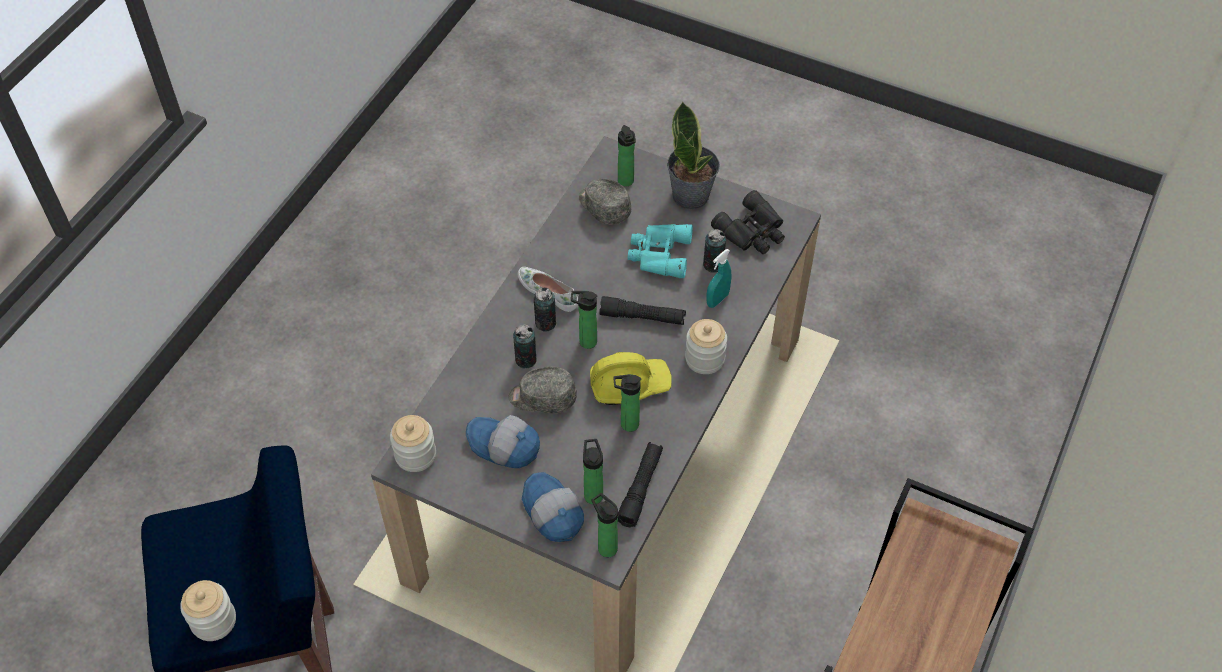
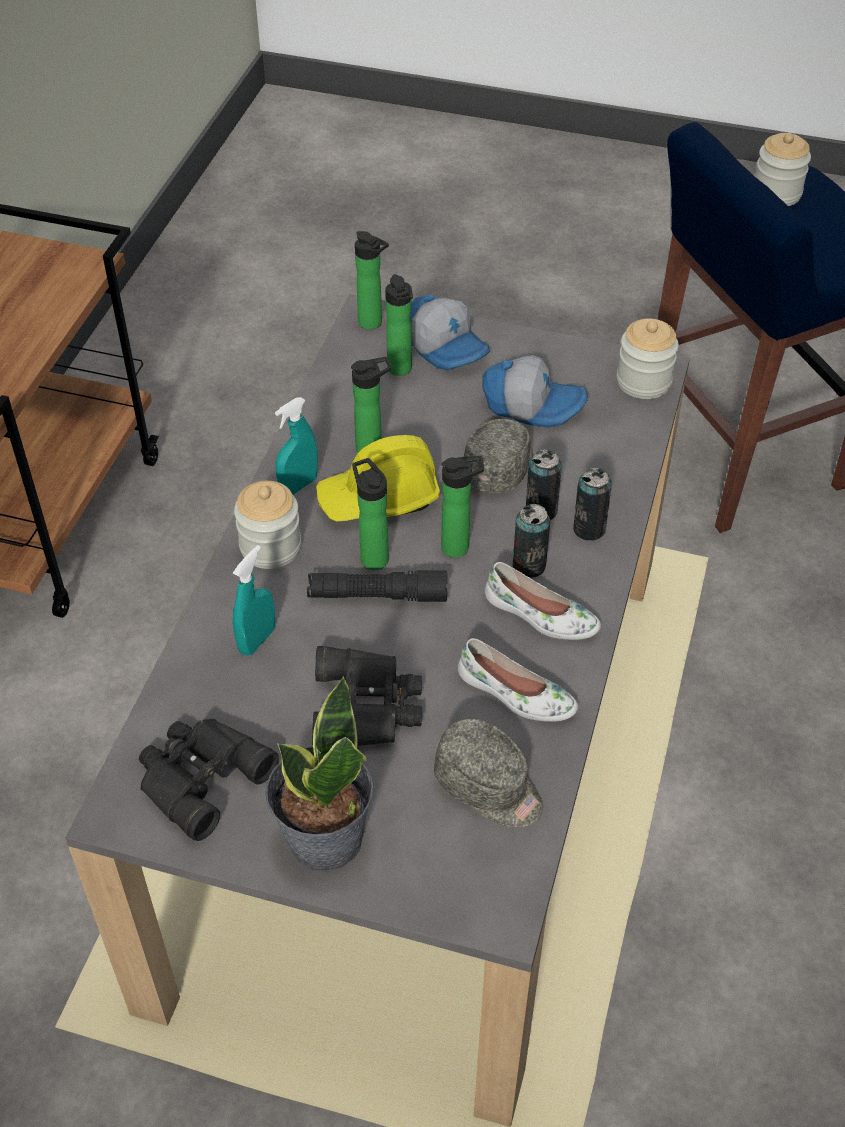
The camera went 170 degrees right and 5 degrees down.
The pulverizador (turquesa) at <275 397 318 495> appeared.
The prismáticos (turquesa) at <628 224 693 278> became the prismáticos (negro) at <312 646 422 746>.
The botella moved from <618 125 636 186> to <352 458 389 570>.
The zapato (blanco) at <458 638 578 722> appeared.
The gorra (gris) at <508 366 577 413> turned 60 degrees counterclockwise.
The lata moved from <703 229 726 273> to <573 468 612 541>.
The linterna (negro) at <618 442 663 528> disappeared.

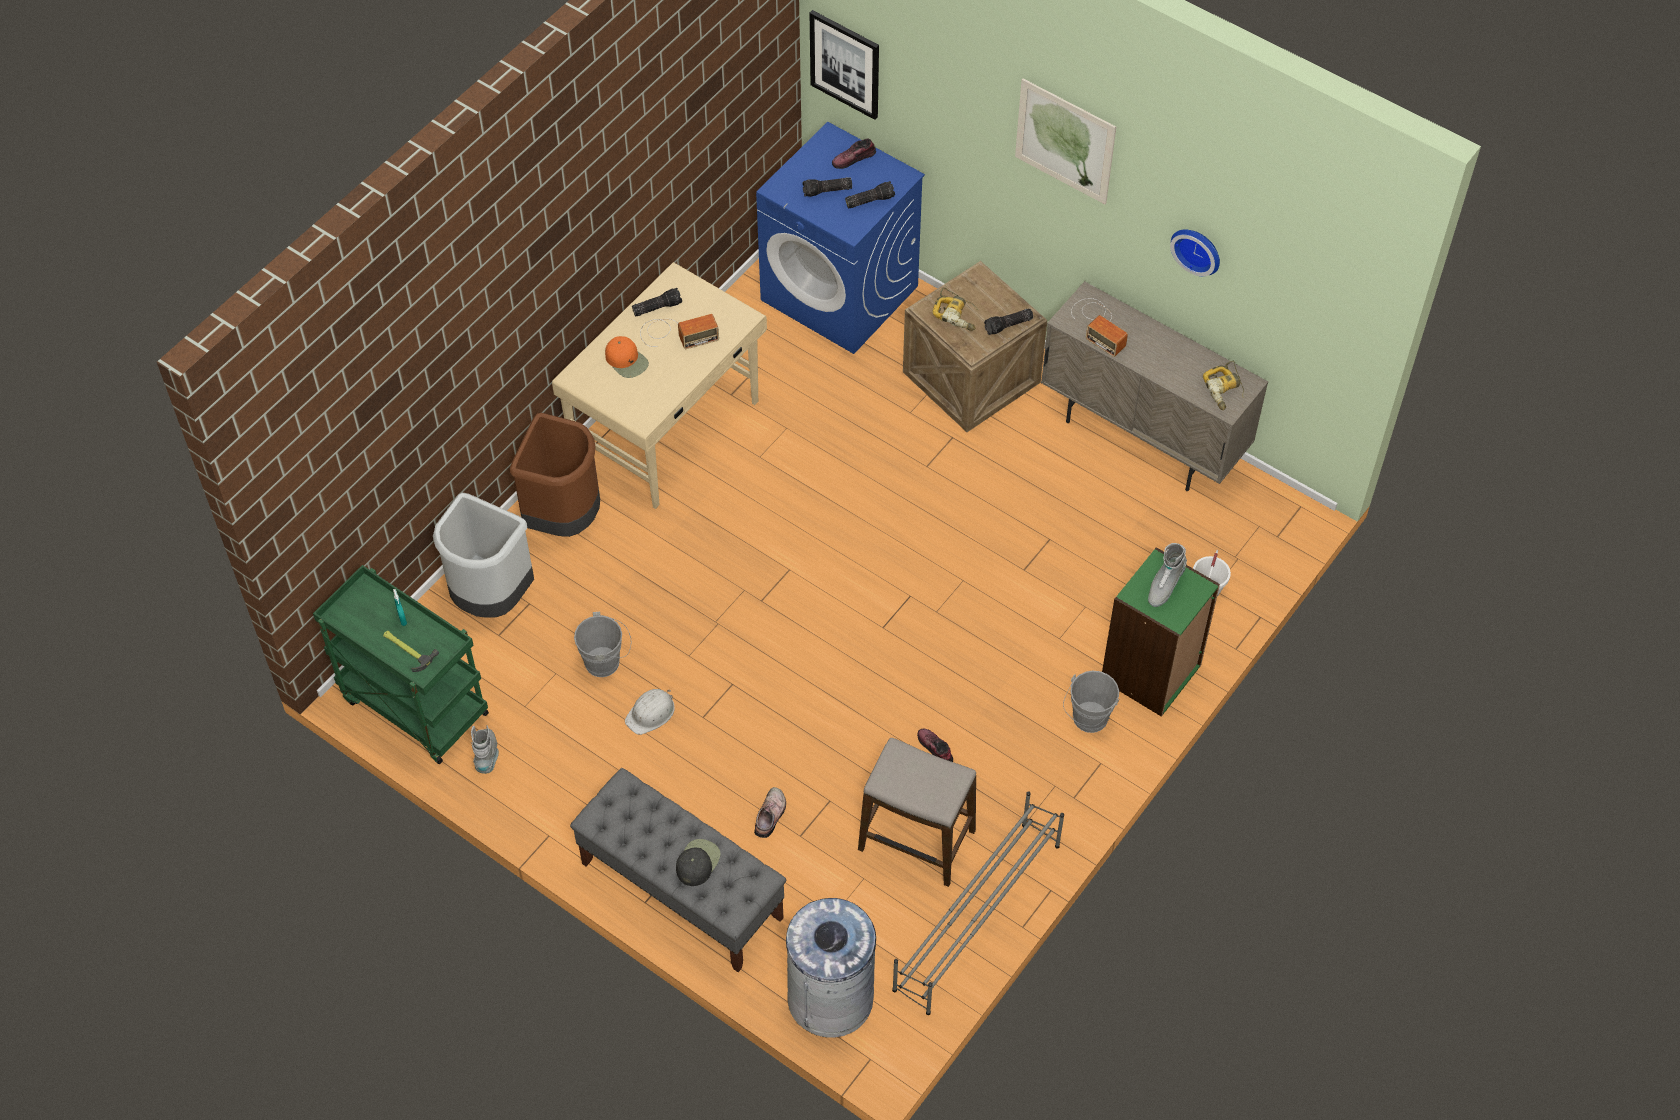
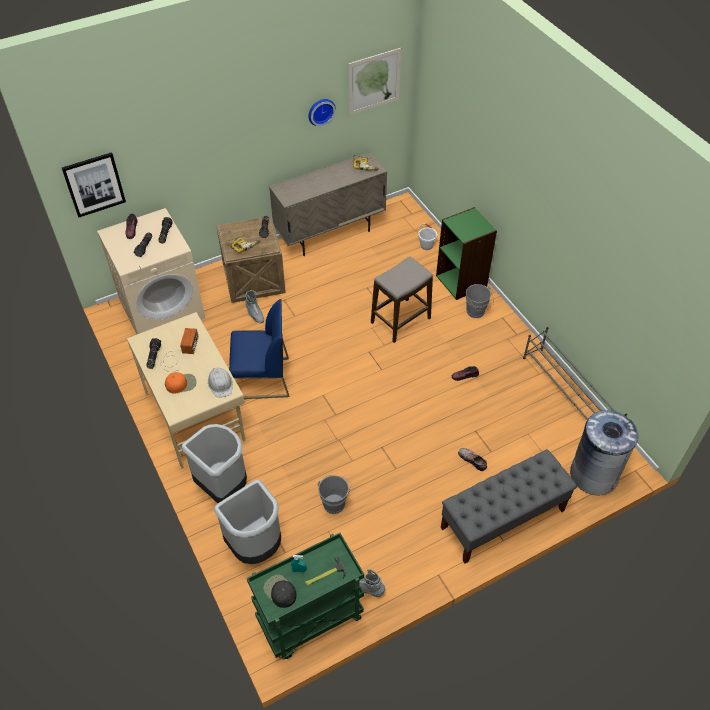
The camera went 65 degrees left and 5 degrees down.
The lavadora (azul) at <756 122 925 354> became the lavadora (beis) at <97 208 205 334>.
The papelera (marrón) at <510 413 600 537> became the papelera (gris) at <182 424 247 503>.
The casco (blanco) moved from <625 689 675 735> to <208 368 233 398>.
The silla (azul) at <229 299 289 399> appeared.
The bota (gris) moved from <1148 543 1187 607> to <245 290 264 323>.
The gorra (negro) moved from <676 839 721 886> to <263 575 297 608>.
The cuadro moved from <1015 79 1116 204> to <348 48 401 116>.
The taburete moved from <858 738 976 887> to <371 257 433 343>.
The radio at <1071 298 1128 357> disappeared.

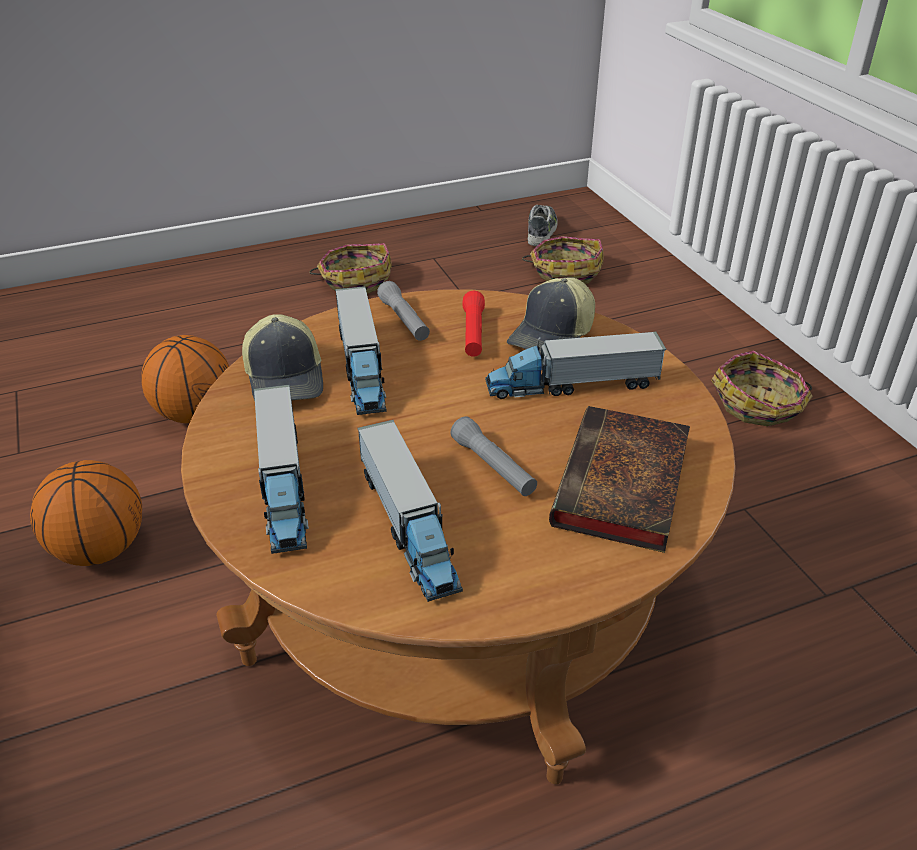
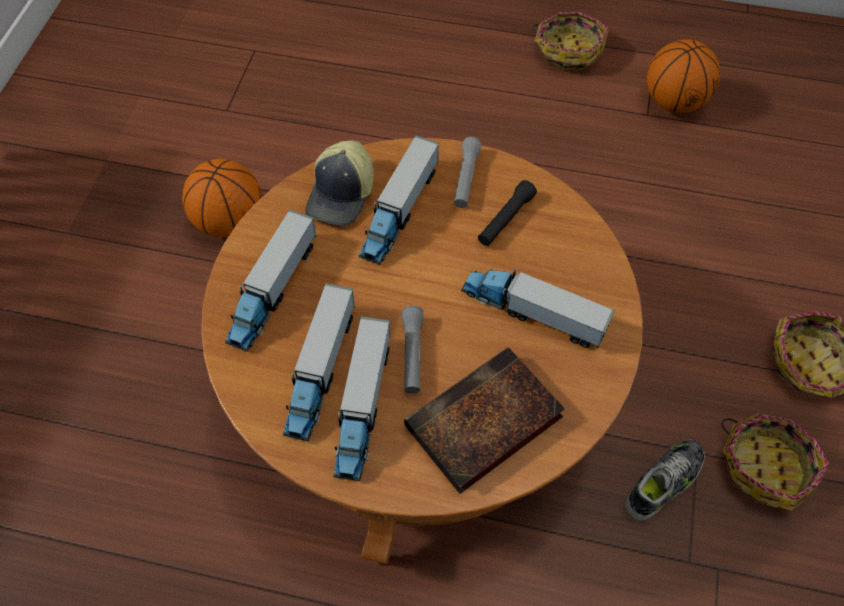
The camera went 35 degrees right and 20 degrees up.
The camión de juguete at <333 316 390 481> appeared.
The linterna (rojo) at <463 291 485 357> became the linterna (negro) at <478 180 537 246>.
The zapato moved from <528 205 557 246> to <625 440 705 521>.
The balón de baloncesto moved from <141 335 229 423> to <647 39 720 113>.
The cesta moved from <522 236 604 284> to <721 413 830 512>.
The gorra at <507 277 595 355> disappeared.

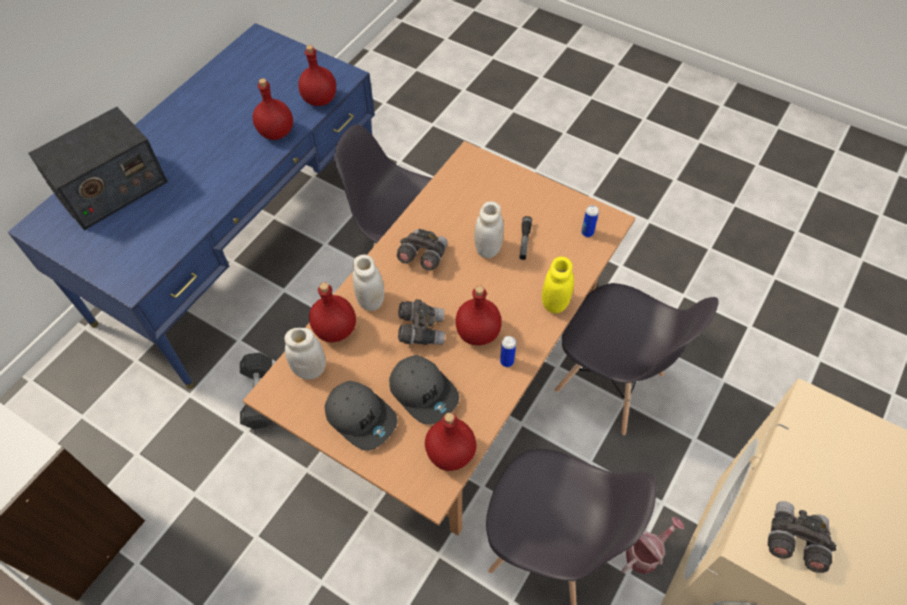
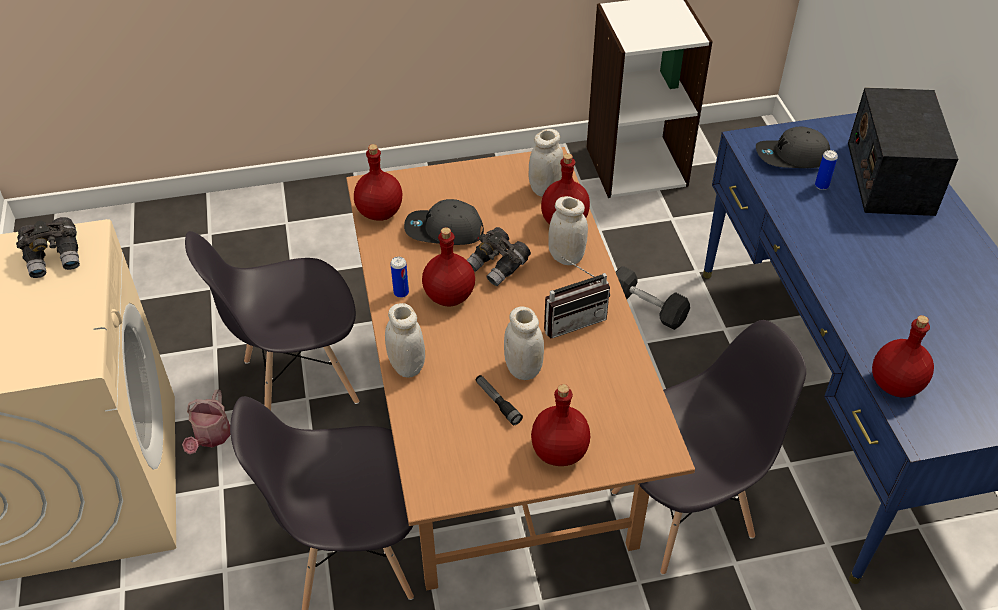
The camera went 135 degrees right and 10 degrees down.
The tarro (amarillo) at <542 257 574 314> became the tarro (blanco) at <385 303 425 378>.
The botella (rojo) moved from <253 78 293 140> to <531 384 590 466>.
The prismáticos (gris) at <397 229 448 271> was replaced by the radio at <544 256 610 339>.
The gorra (gris) moved from <325 381 397 451> to <756 127 830 168>.
The lata moved from <581 205 599 237> to <815 150 838 190>.

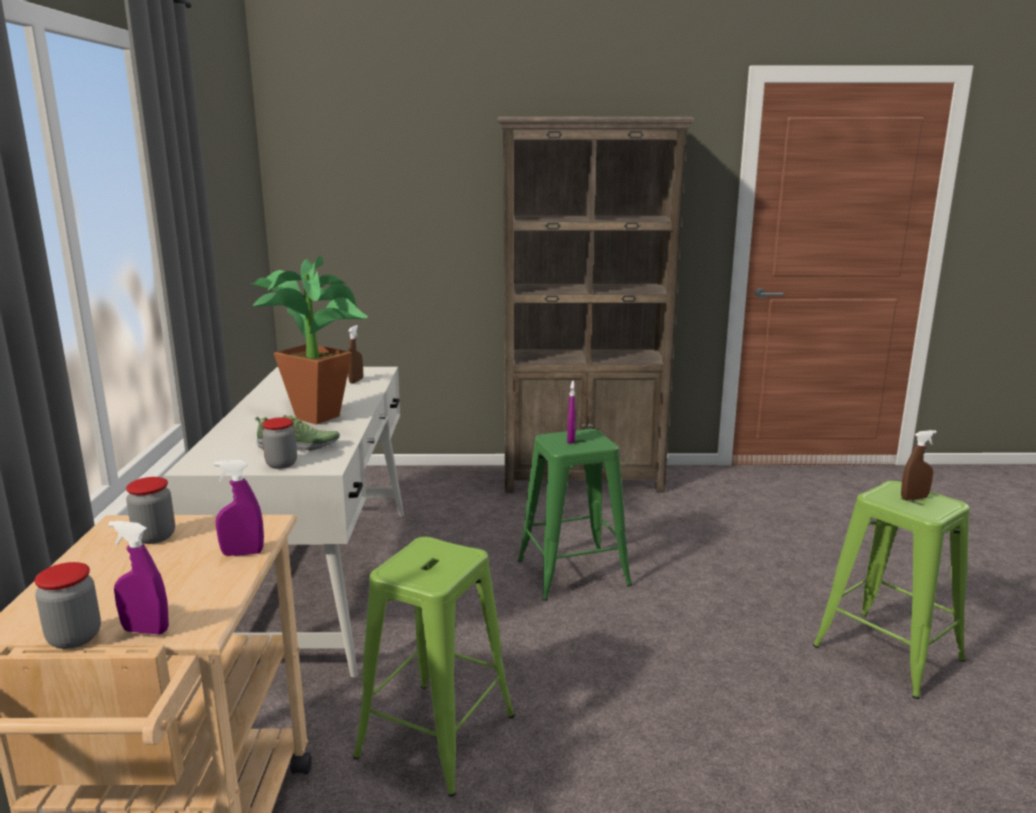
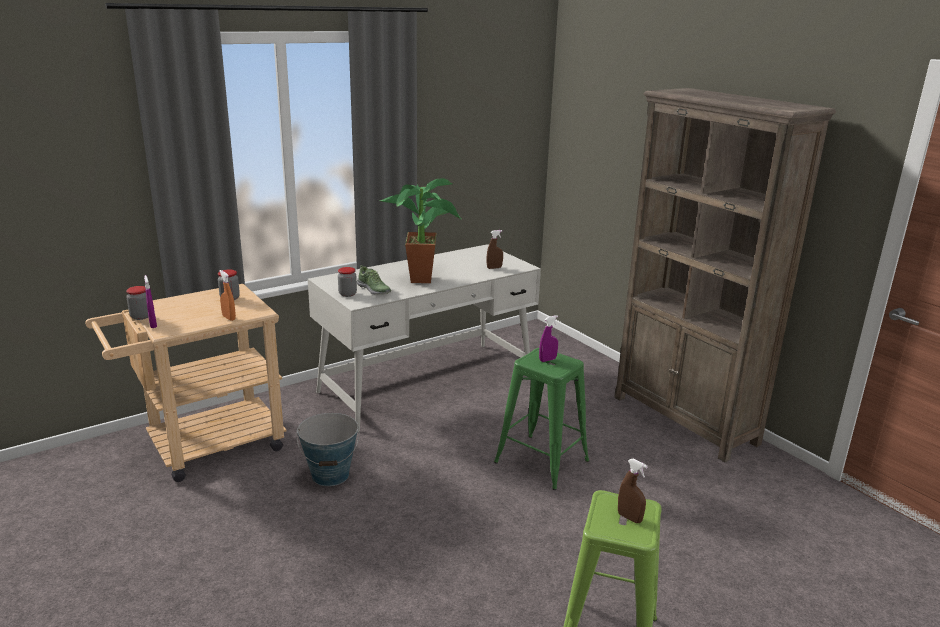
The camera went 55 degrees right and 5 degrees up.
The pulverizador (morado) at <214 460 264 556> became the pulverizador (naranja) at <219 270 236 321>.
The taburete (verde) at <353 537 515 797> was replaced by the cubo at <296 413 359 486>.

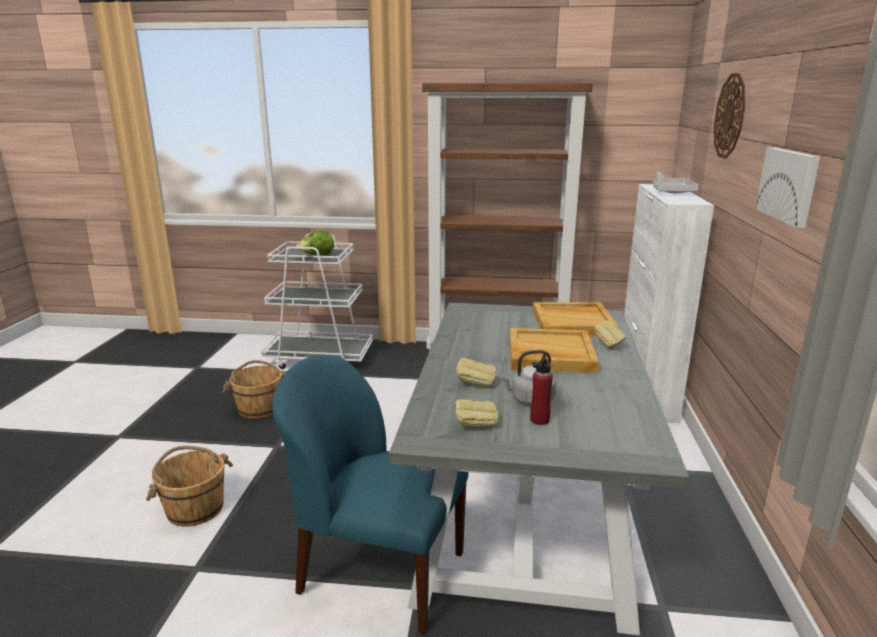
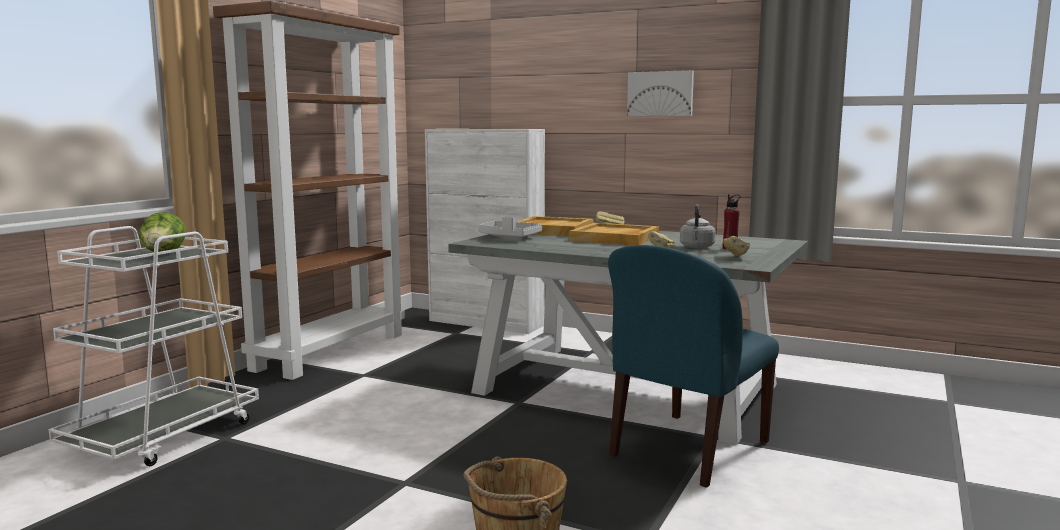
The camera went 70 degrees left and 10 degrees down.
The bandeja (gris) moved from <653 172 699 193> to <478 217 542 238>.
The cubo (marrón) at <223 360 286 419> disappeared.
The reloj de pared at <714 73 745 159> disappeared.

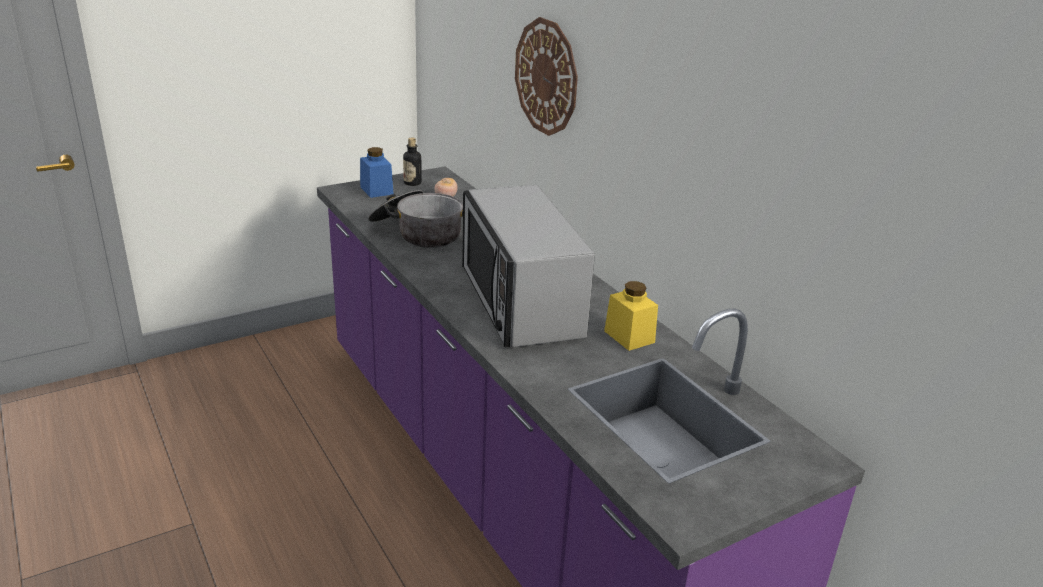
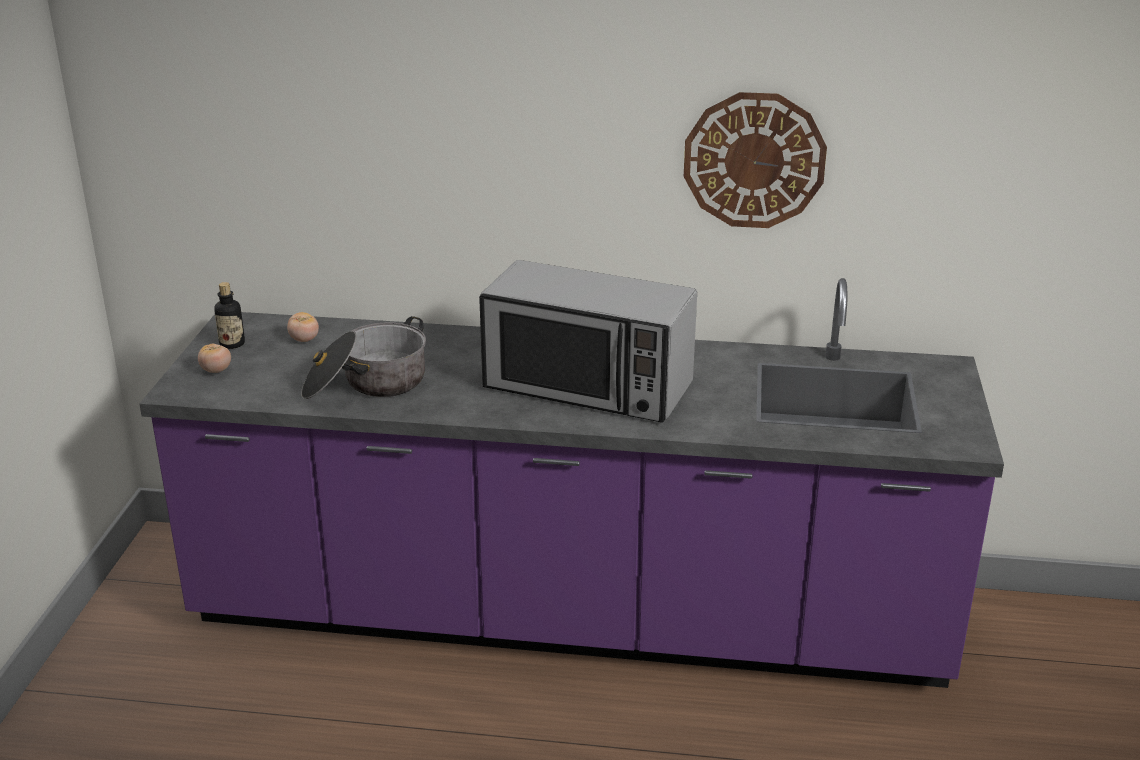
The camera went 50 degrees left and 0 degrees up.
The tarro (azul) at <360 147 394 198> was replaced by the tomate at <198 344 231 373>.
The reloj de pared moved from <515 17 578 136> to <684 92 827 228>.
The tarro (amarillo) at <604 281 658 351> disappeared.

